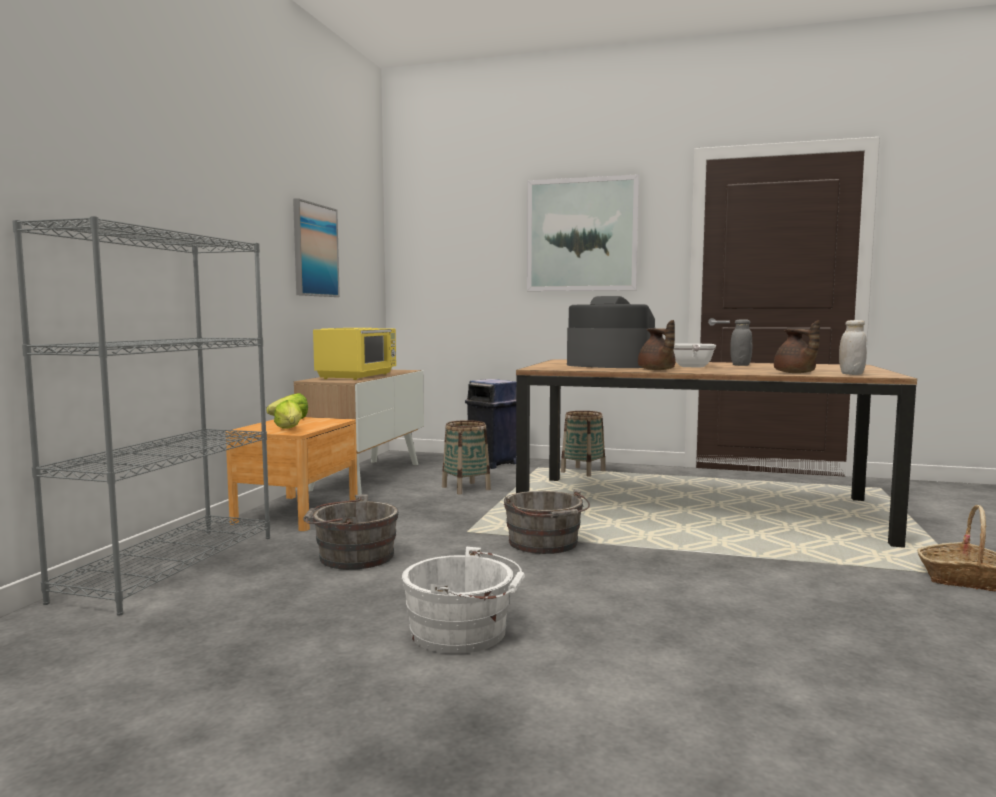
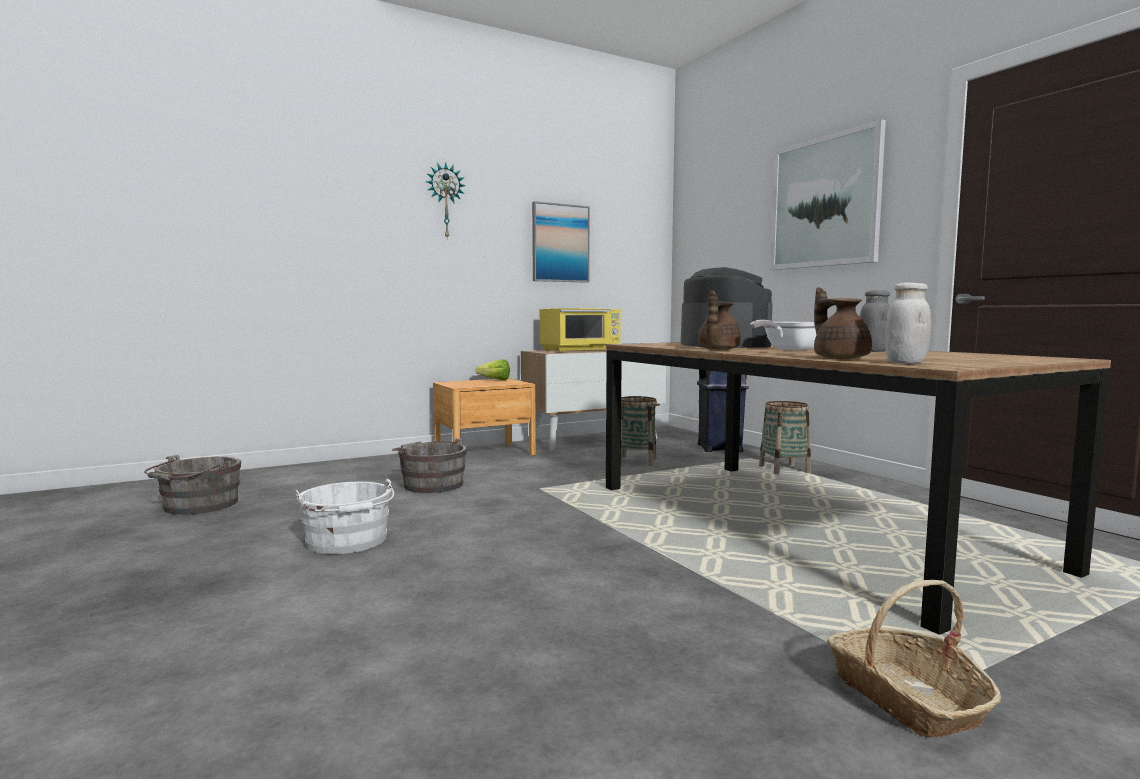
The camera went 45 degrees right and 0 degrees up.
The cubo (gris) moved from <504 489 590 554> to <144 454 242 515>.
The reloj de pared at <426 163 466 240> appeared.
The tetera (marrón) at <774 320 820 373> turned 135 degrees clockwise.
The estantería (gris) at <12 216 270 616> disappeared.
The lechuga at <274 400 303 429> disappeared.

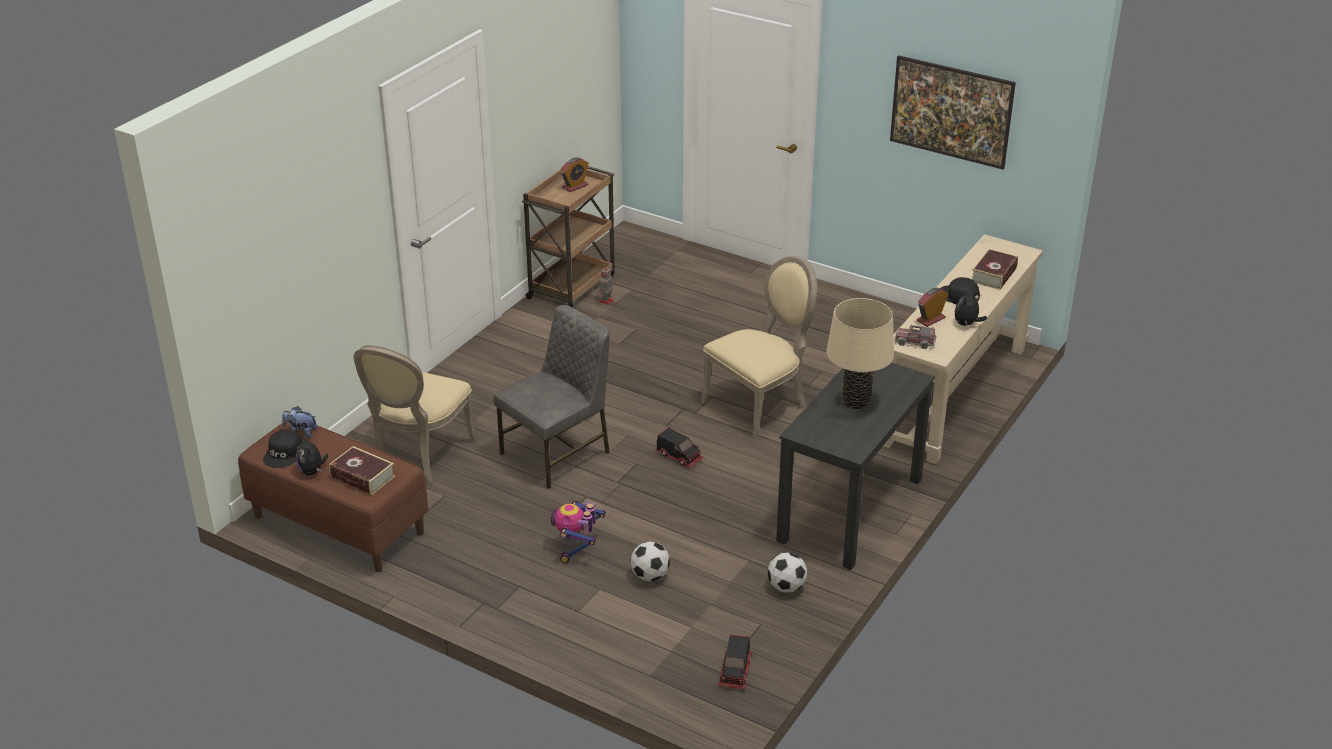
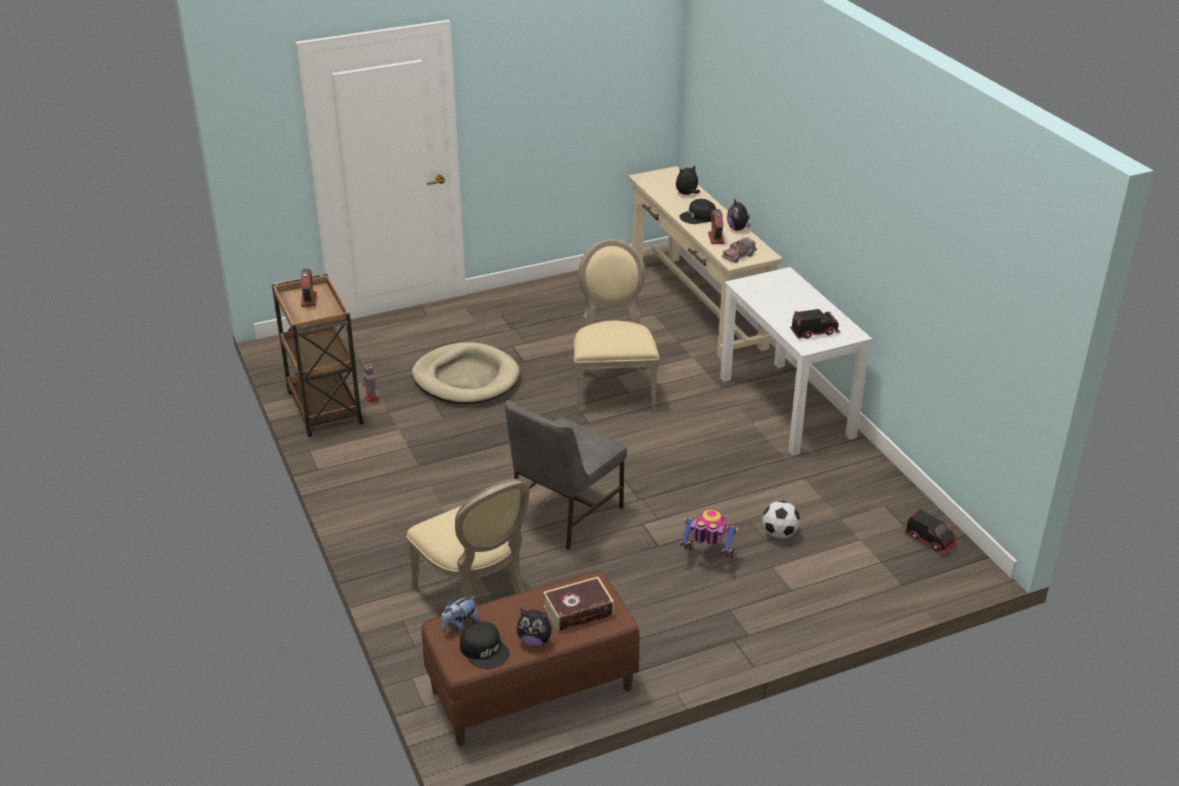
The camera went 55 degrees left and 0 degrees up.
The cama para perro (beis) at <412 342 520 404> appeared.
The silla (gris) at <493 305 610 489> turned 135 degrees counterclockwise.
The libro at <972 248 1018 290> was replaced by the peluche at <676 165 700 195>.
The robot de juguete at <550 501 606 563> turned 150 degrees clockwise.
The escritorio (negro) at <776 362 935 570> became the escritorio (blanco) at <720 267 872 456>.
The camión de juguete moved from <655 427 703 468> to <790 309 841 339>.
The balón de fútbol at <767 552 807 592> disappeared.
The lámpara de mesa (beis) at <826 298 894 409> disappeared.
The cuadro at <890 55 1016 169> disappeared.

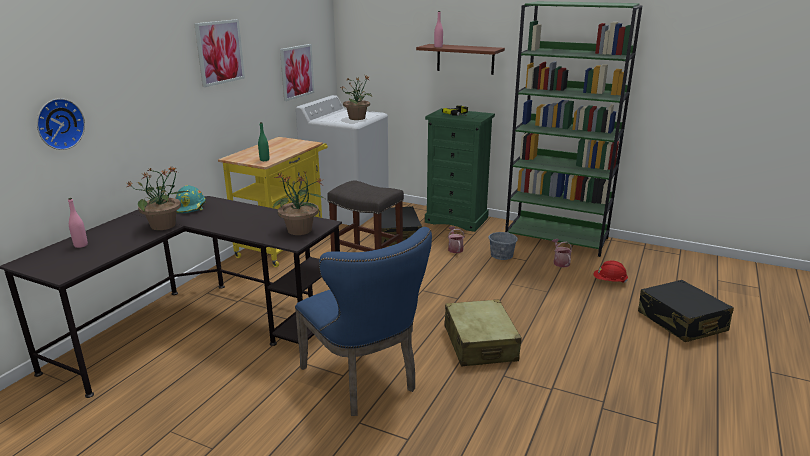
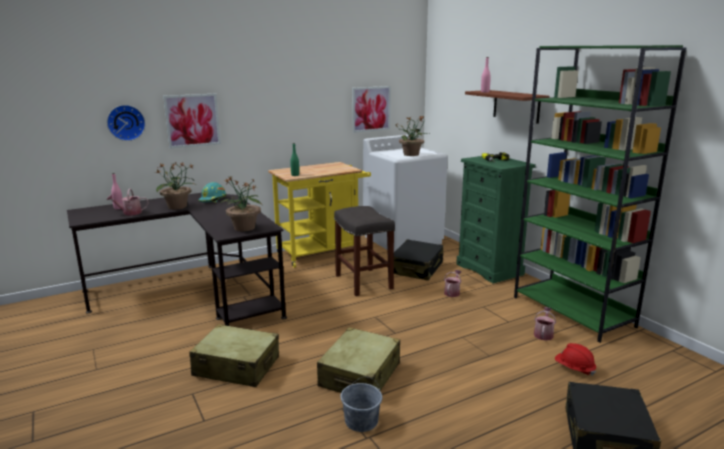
The camera went 35 degrees right and 5 degrees down.
The regadera at <106 189 149 216> appeared.
The cuadro moved from <194 19 245 87> to <163 93 221 149>.
The silla (azul) at <295 227 432 416> was replaced by the maleta (beis) at <189 324 279 387>.
The cubo (gris) moved from <489 225 518 260> to <340 377 382 432>.

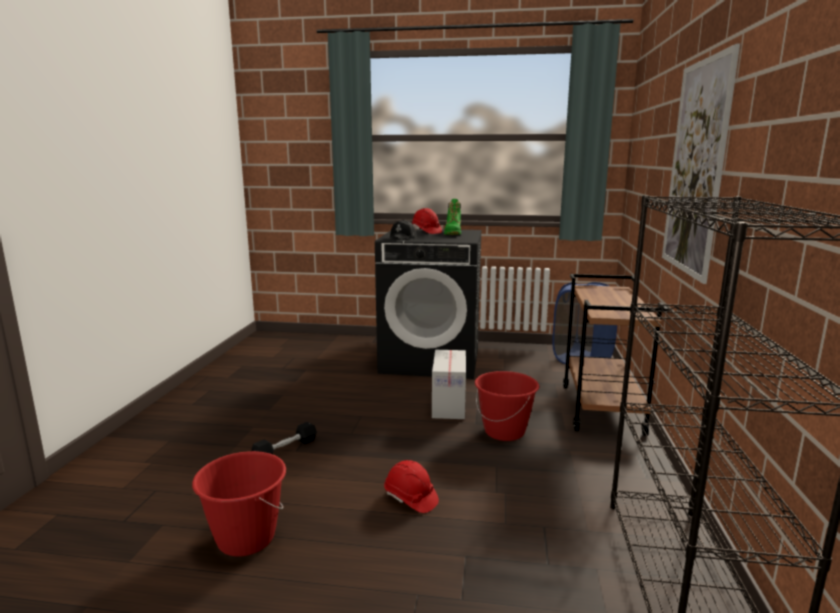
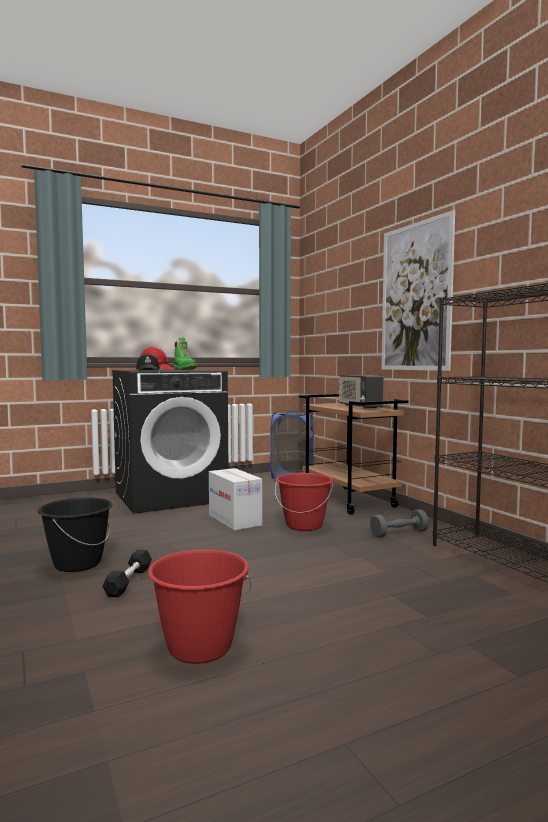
The camera went 35 degrees left and 10 degrees down.
The cubo (negro) at <38 497 113 572> appeared.
The radio at <339 375 384 409> appeared.
The mancuerna (gris) at <370 510 429 538> appeared.
The casco (rojo) at <384 460 439 513> disappeared.

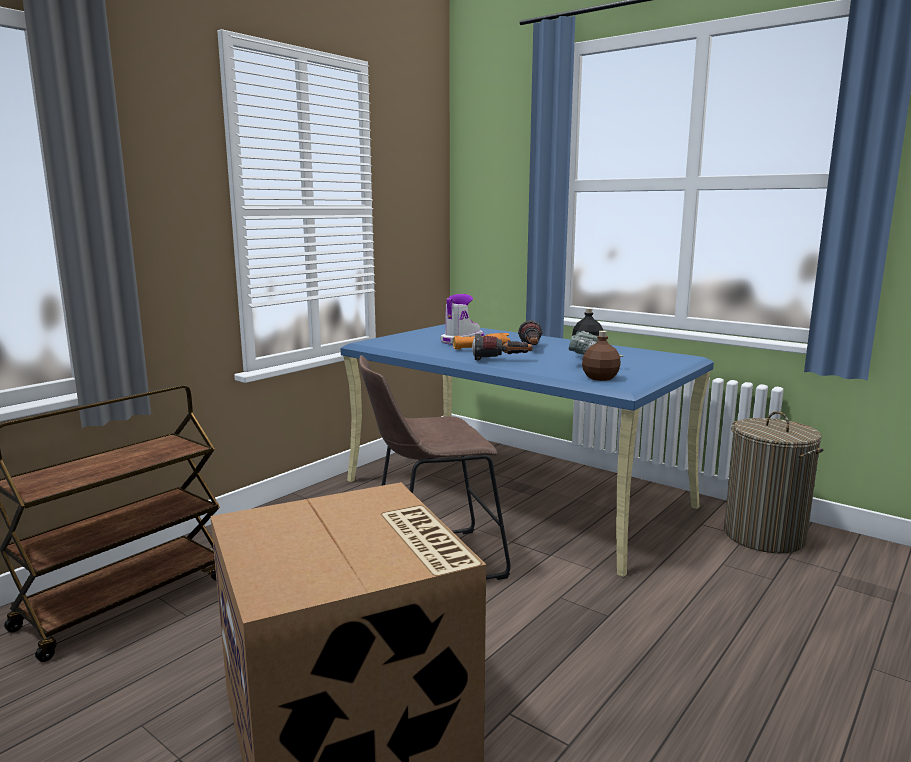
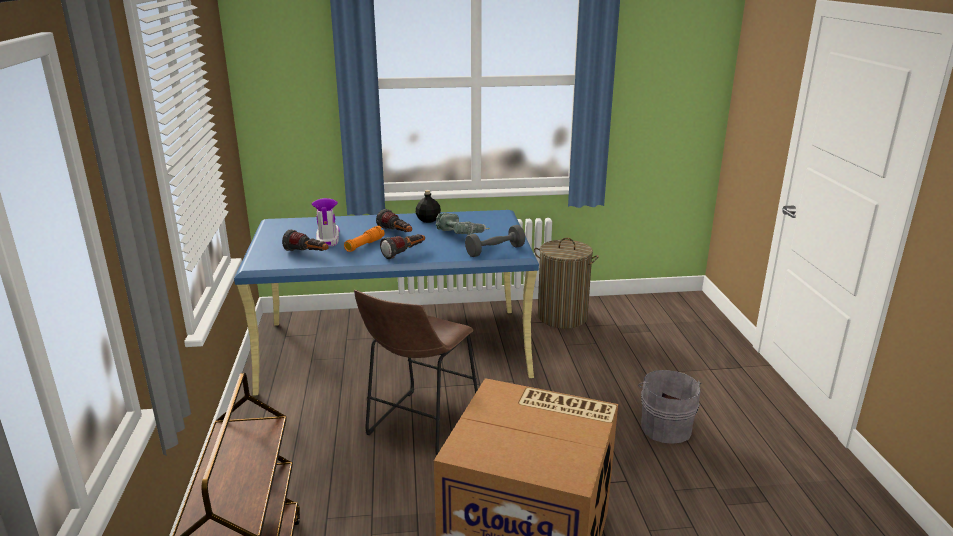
The camera went 45 degrees left and 10 degrees up.
The linterna at <282 229 329 251> appeared.
The botella (marrón) at <582 331 621 381> was replaced by the mancuerna (gris) at <465 225 525 257>.
The cubo (gris) at <638 370 701 444> appeared.

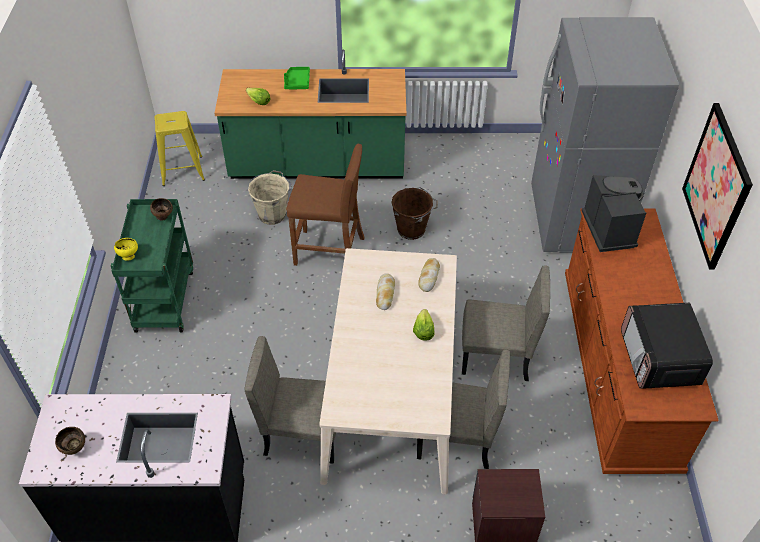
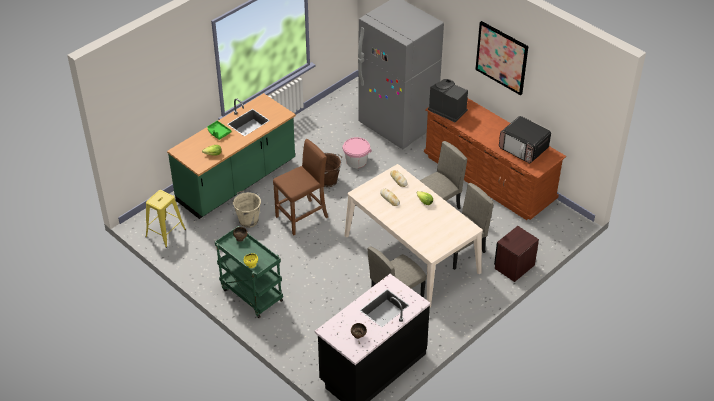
The camera went 45 degrees left and 5 degrees down.
The cubo (rosa) at <342 137 372 168> appeared.

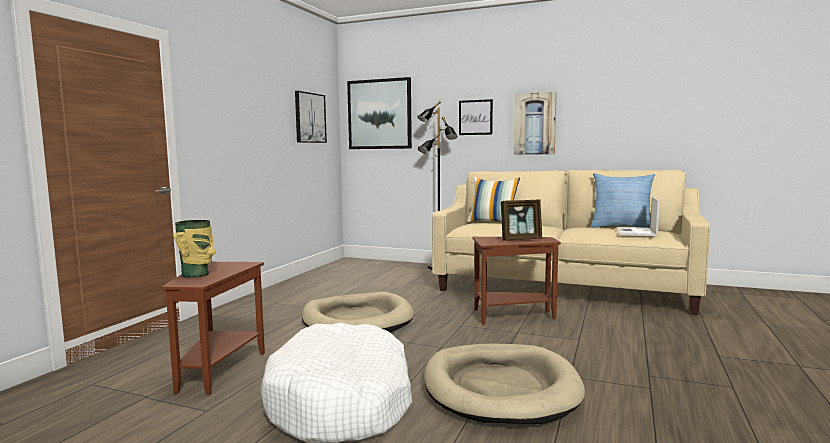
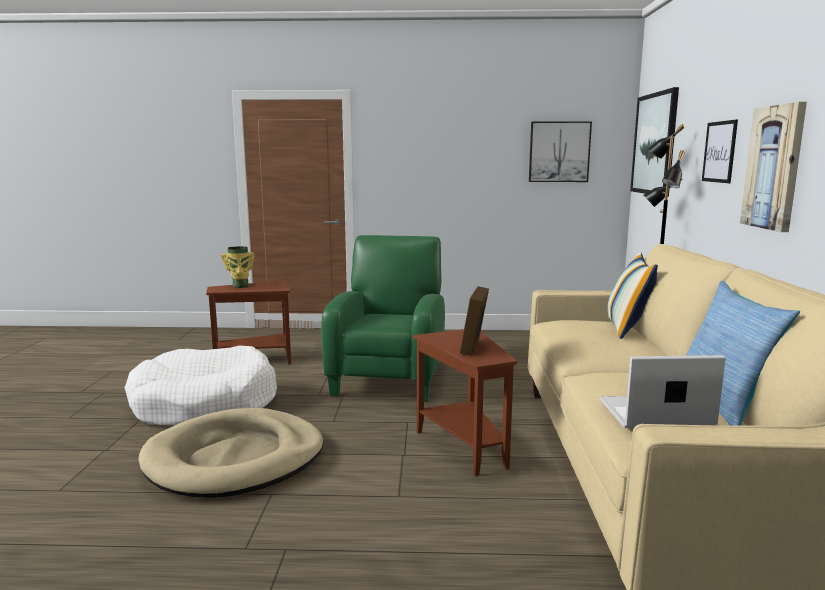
The camera went 70 degrees right and 5 degrees up.
The cama para perro (beis) at <302 292 414 332> was replaced by the sillón (verde) at <321 235 445 402>.
The portarretratos at <501 199 542 241> turned 45 degrees clockwise.

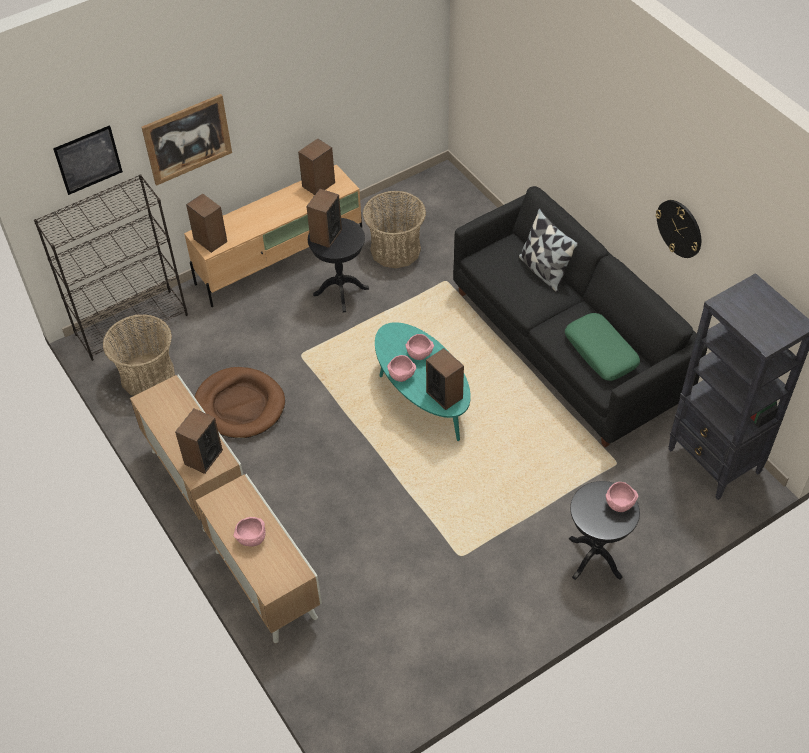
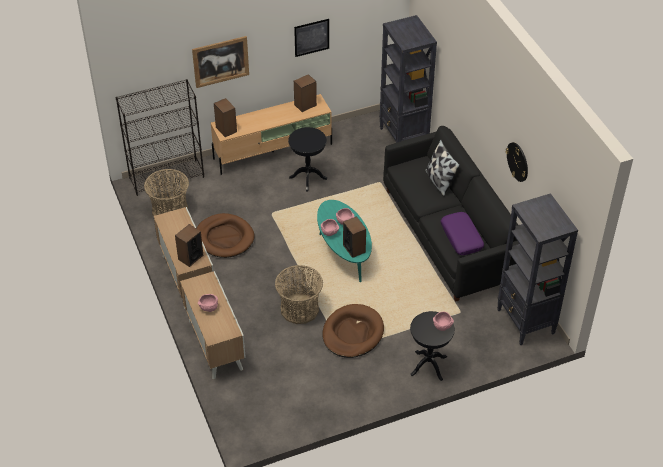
The camera went 10 degrees right and 5 degrees down.
The cesta moved from <363 191 426 268> to <275 265 323 324>.
The cuadro moved from <53 125 123 195> to <294 19 329 57>.
The cama para perro (marrón) at <323 304 384 358> appeared.
The estantería (negro) at <379 15 437 143> appeared.
The cojín (verde) at <565 313 640 381> became the cojín (morado) at <440 212 484 255>.
The altavoz at <306 189 342 248> disappeared.

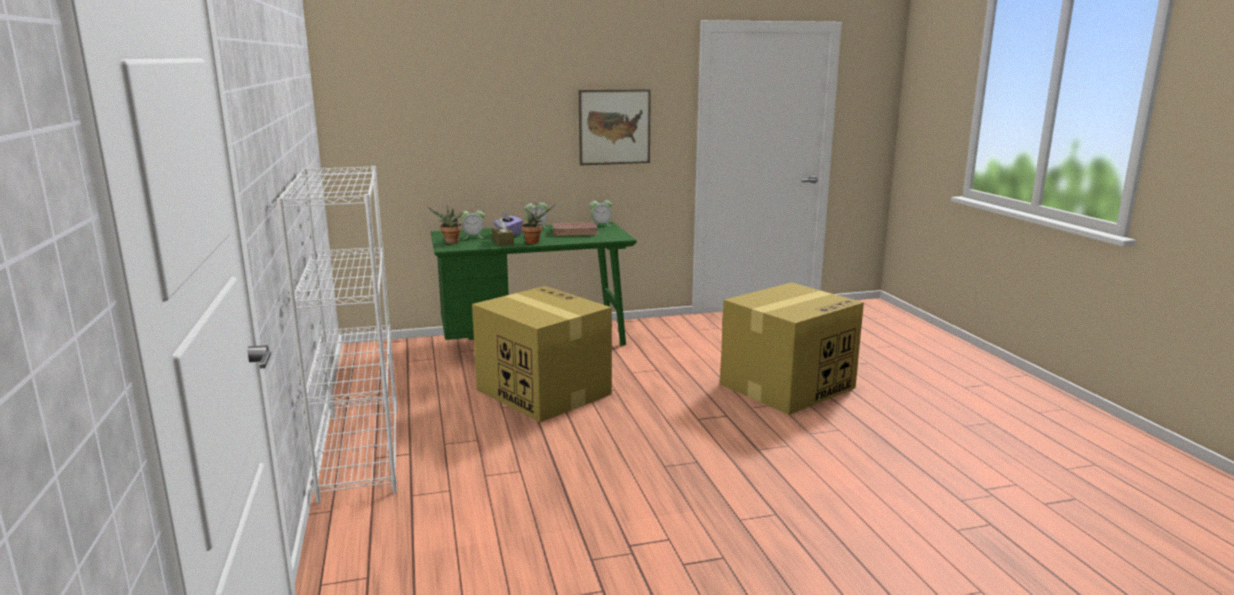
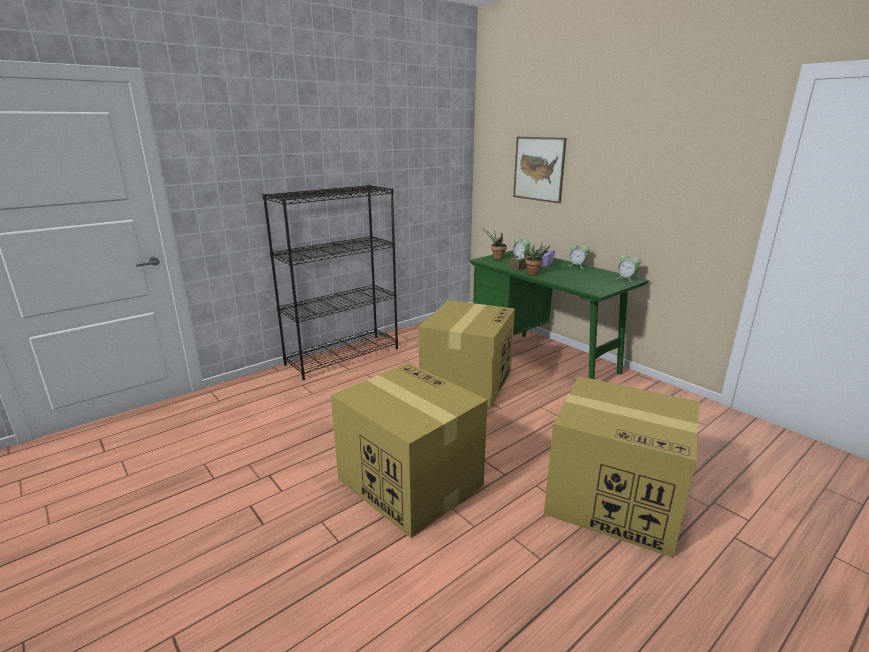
The camera went 65 degrees right and 5 degrees up.
The estantería (blanco) at <277 166 397 504> became the estantería (negro) at <262 185 398 380>.
The caja de cartón at <331 363 488 538> appeared.
The cuadro moved from <579 89 651 165> to <513 137 566 203>.
The libro (marrón) at <553 222 599 236> disappeared.

